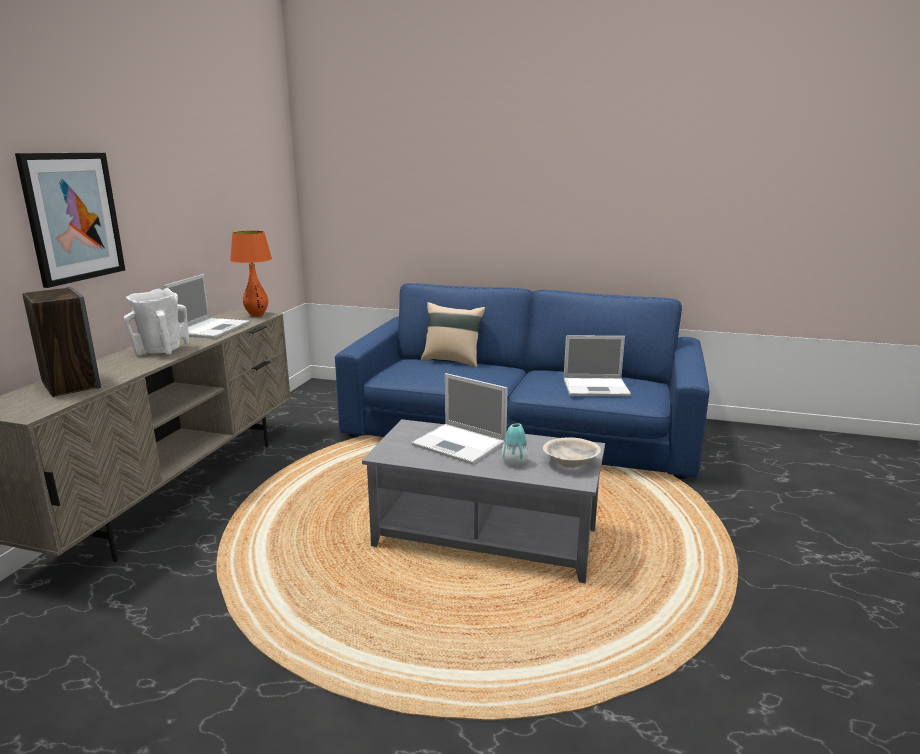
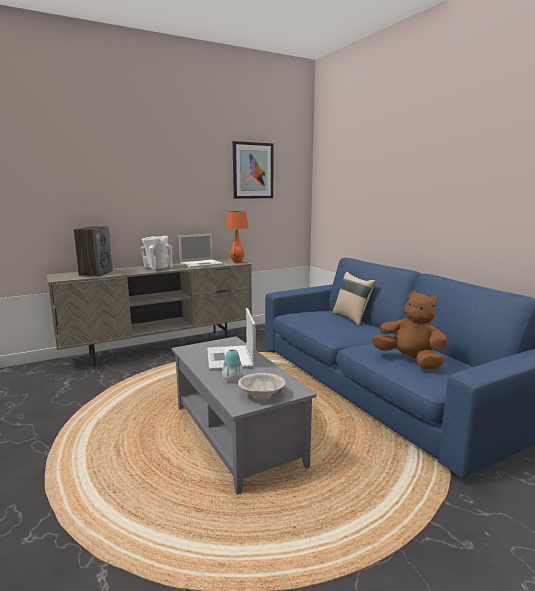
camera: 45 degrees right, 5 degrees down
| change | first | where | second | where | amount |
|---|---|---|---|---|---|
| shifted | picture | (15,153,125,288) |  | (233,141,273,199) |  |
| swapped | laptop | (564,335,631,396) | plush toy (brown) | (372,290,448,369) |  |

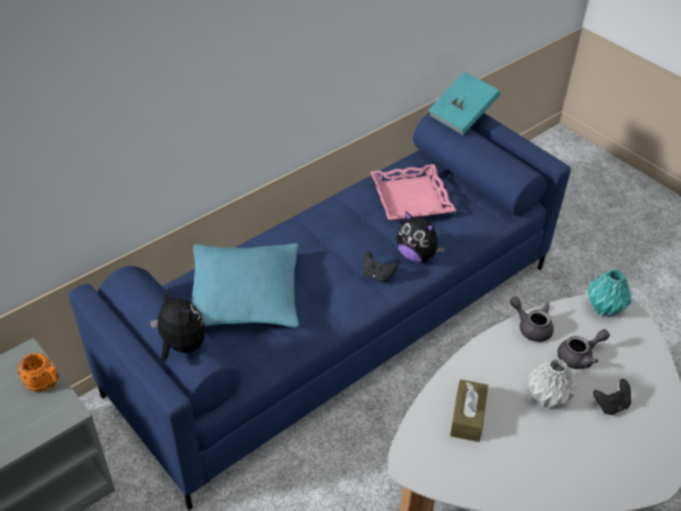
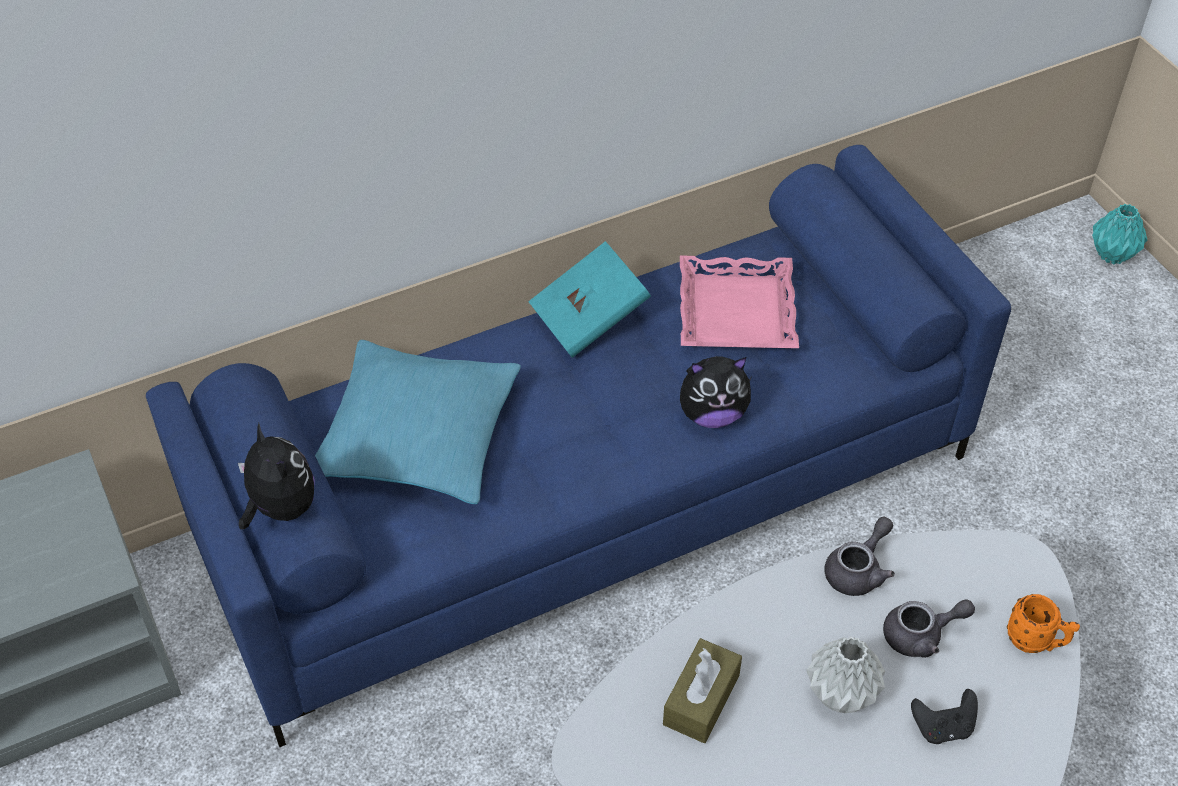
camera: 15 degrees right, 5 degrees up
| change | first | where | second | where | amount |
|---|---|---|---|---|---|
| shifted | mug (orange) | (19,353,58,392) |  | (1007,594,1080,653) |  |
| gone | game controller (black) | (363,251,398,283) |  |  |  |
| rotated | plush toy | (397,211,445,263) |  | (680,356,751,428) | 60 degrees counterclockwise |
| shifted | book (turquoise) | (428,71,500,135) |  | (528,241,651,358) |  |
| rotated | teapot (grey) | (510,296,554,342) |  | (824,516,895,596) | 75 degrees clockwise |
| shifted | vase (turquoise) | (588,270,632,317) |  | (1092,204,1147,265) |  |

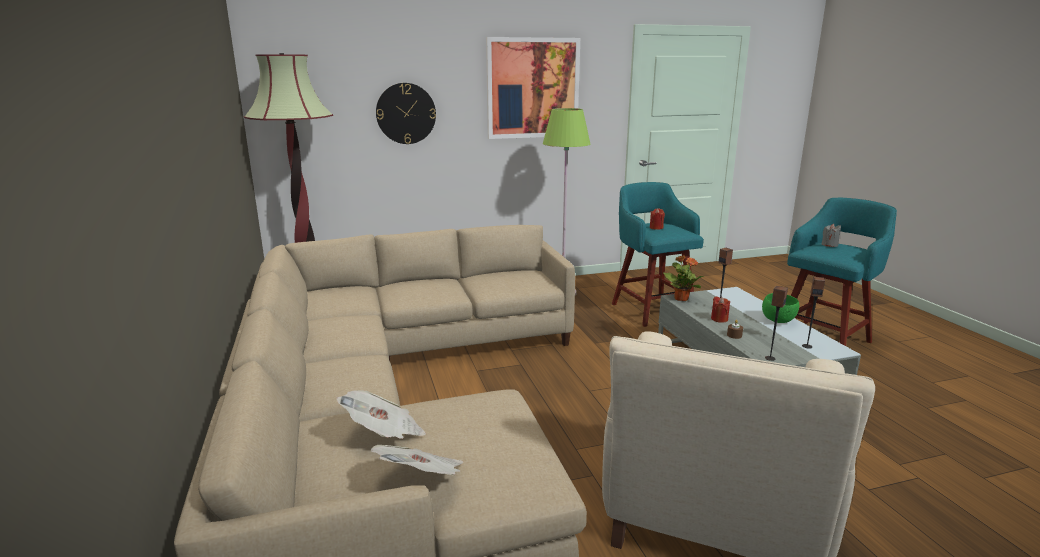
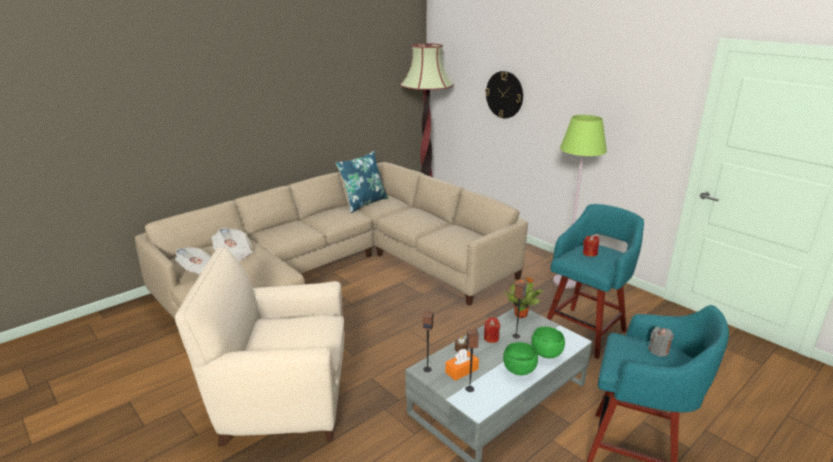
camera: 65 degrees right, 5 degrees up
| change | first | where | second | where | amount |
|---|---|---|---|---|---|
| gone | picture | (486,37,580,139) |  |  |  |
| new |  |  | pillow (blue) | (336,151,388,213) |  |
| new |  |  | tissue box (orange) | (445,349,479,381) |  |
| new |  |  | bowl (green) | (531,326,565,358) |  |

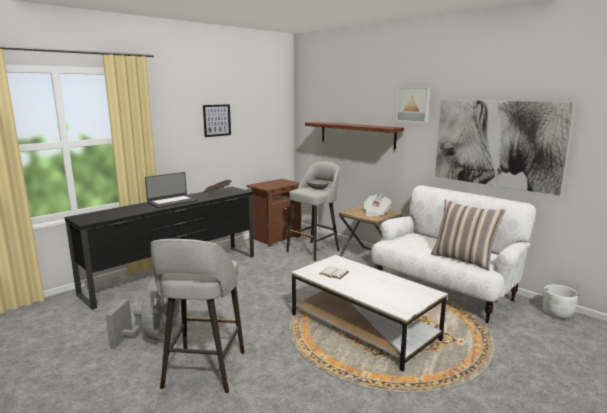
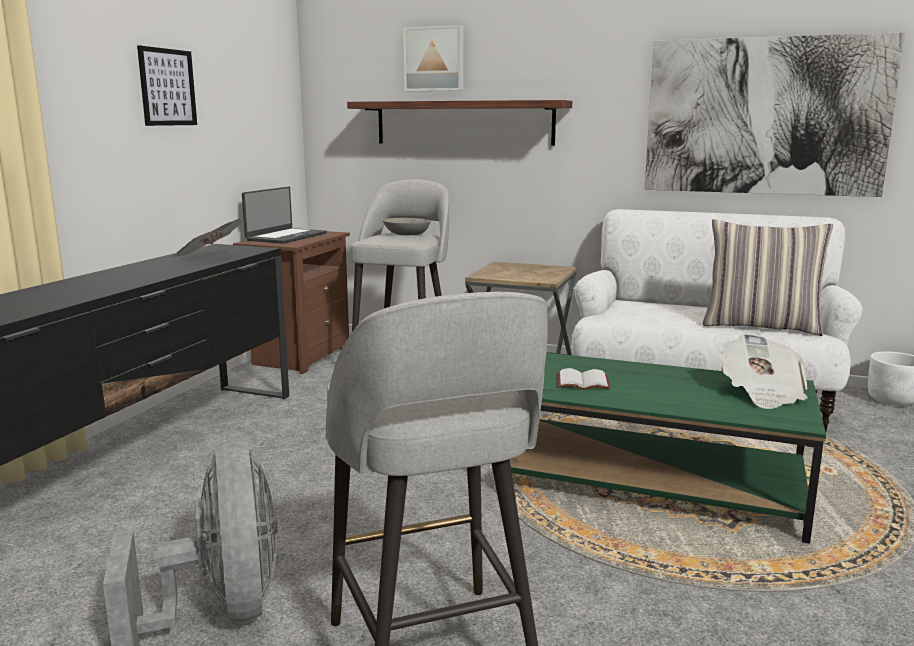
camera: 25 degrees left, 0 degrees up
| change | first | where | second | where | amount |
|---|---|---|---|---|---|
| shifted | laptop | (145,172,198,208) |  | (242,187,327,244) |  |
| repainted | coffee table (white) | (291,255,448,372) | coffee table (green) | (510,353,826,544) |  |
| shifted | newspaper | (363,194,391,217) |  | (720,333,807,409) |  |
| shifted | picture | (396,87,430,123) |  | (403,25,463,91) |  |

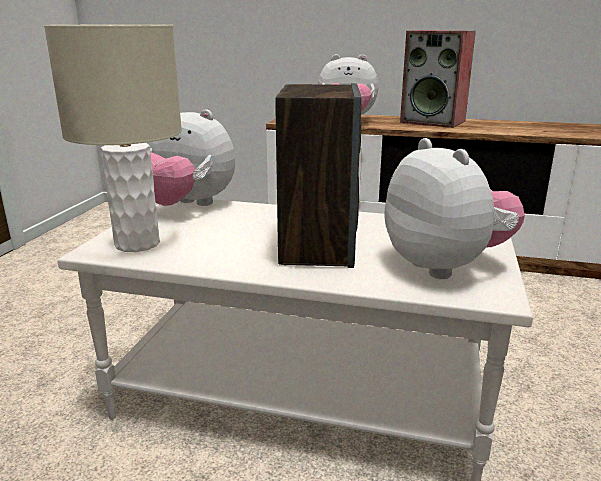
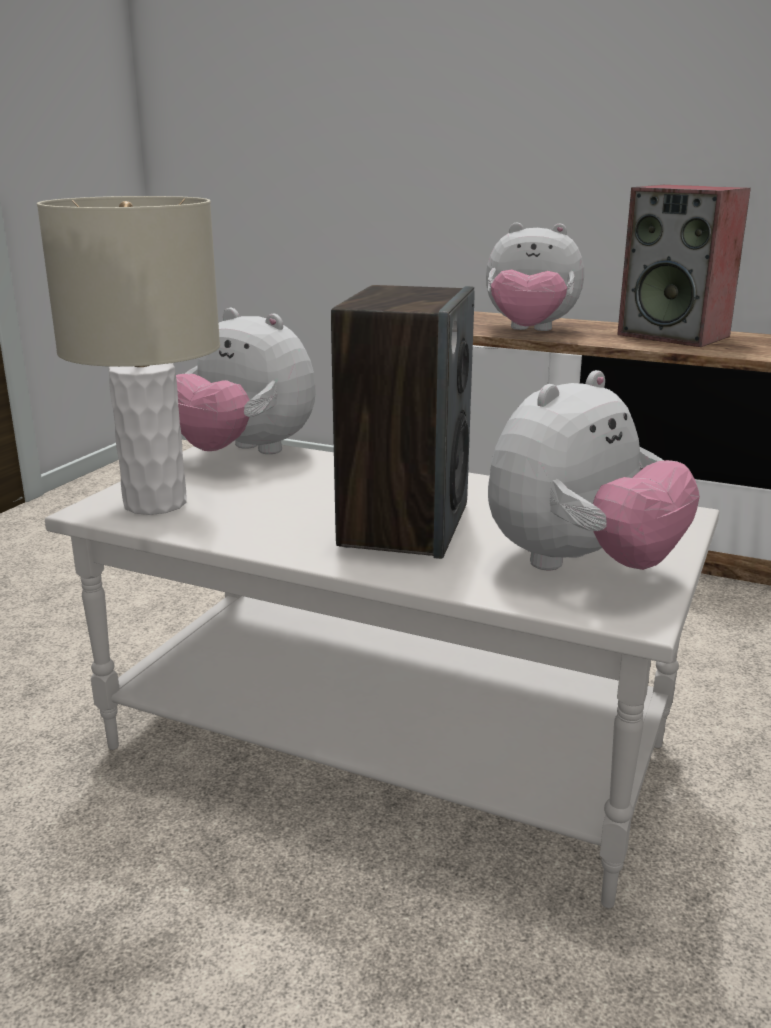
camera: 10 degrees right, 0 degrees up
| change | first | where | second | where | amount |
|---|---|---|---|---|---|
| rotated | plush toy | (384,138,525,279) |  | (488,370,700,570) | 60 degrees clockwise |

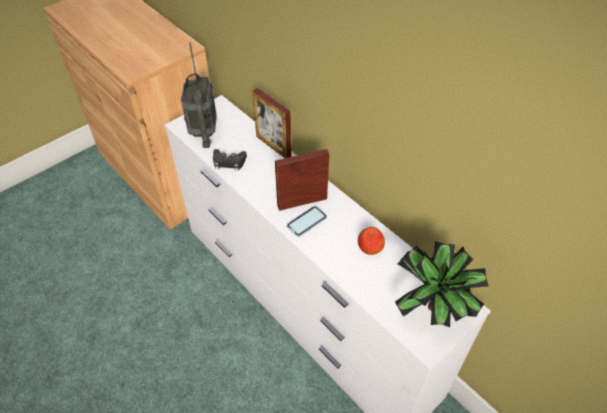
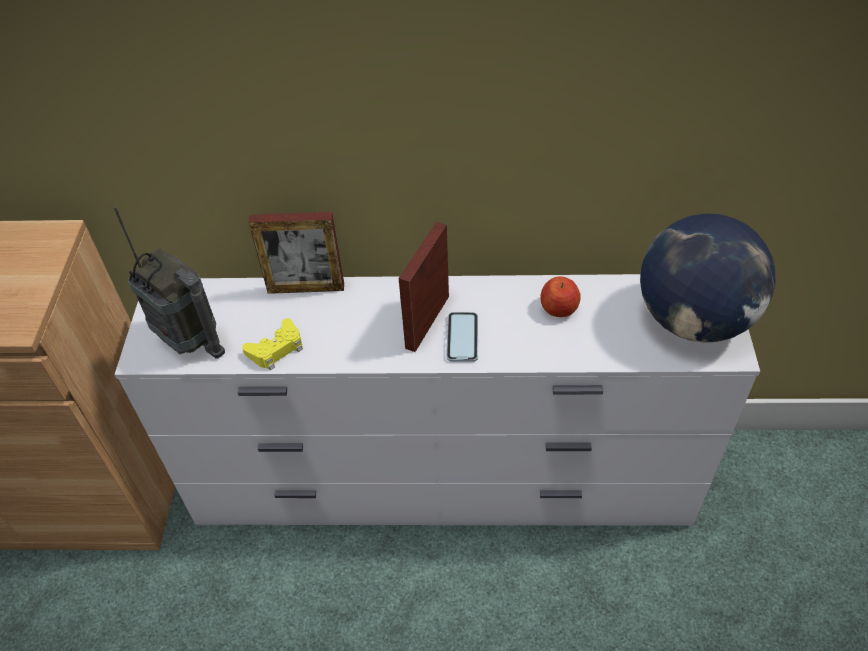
camera: 45 degrees left, 0 degrees up
| change | first | where | second | where | amount |
|---|---|---|---|---|---|
| repainted | game controller (black) | (213,149,247,171) | game controller (yellow) | (242,318,303,370) |  |
| swapped | potted plant | (395,241,489,327) | globe | (640,213,775,342) |  |

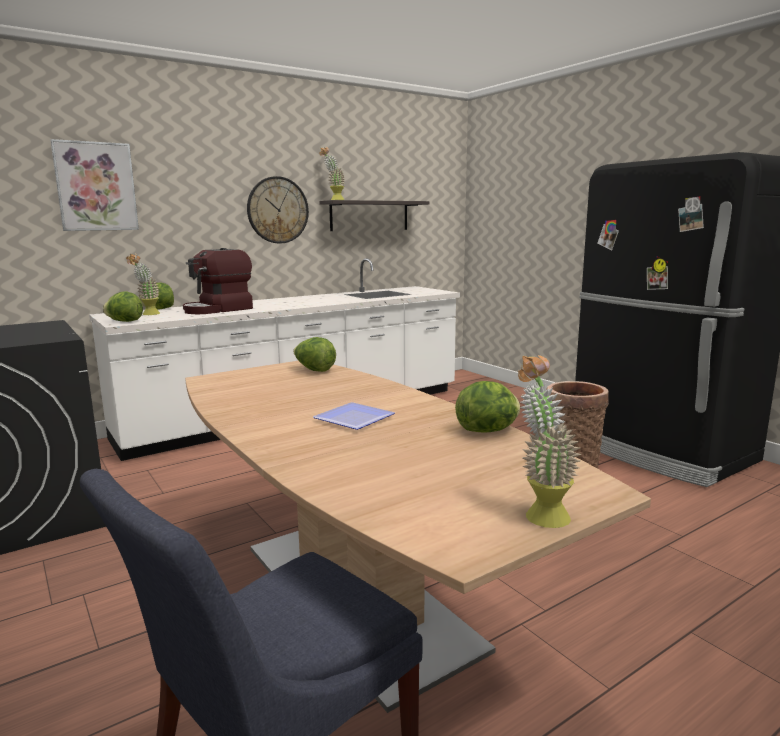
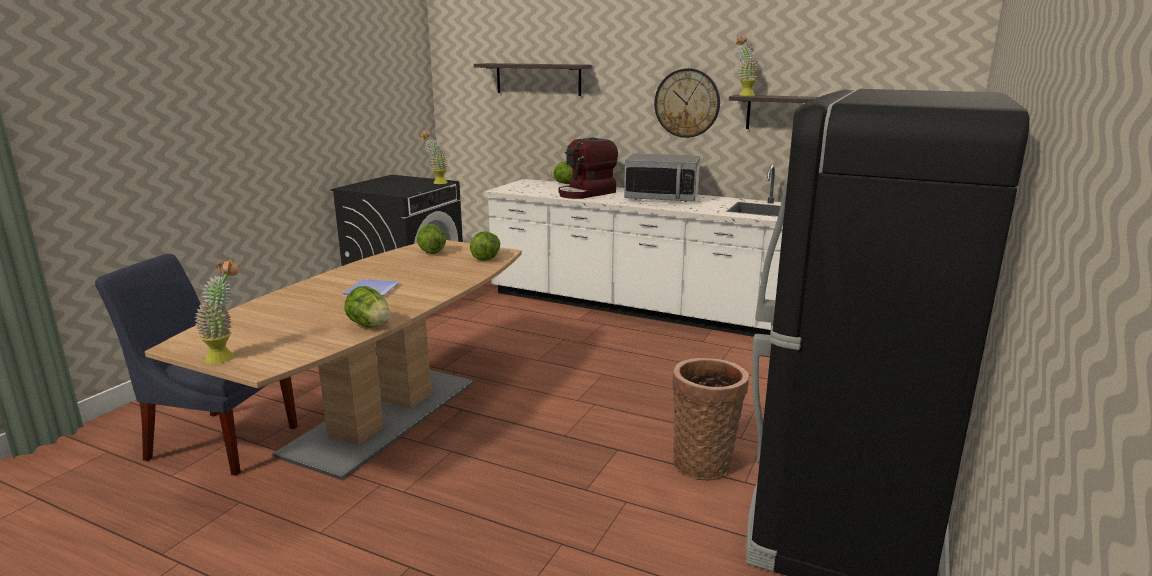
camera: 60 degrees right, 5 degrees up
| change | first | where | second | where | amount |
|---|---|---|---|---|---|
| swapped | picture | (50,139,139,231) | shelf | (474,63,592,96) |  |
| shifted | lettuce | (103,291,143,322) |  | (417,224,446,254) |  |
| shifted | potted plant | (126,254,160,315) |  | (420,131,448,184) |  |
| rotated | coffee machine | (183,248,253,314) |  | (558,137,618,199) | 60 degrees counterclockwise |
| new |  |  | microwave | (624,153,700,202) |  |

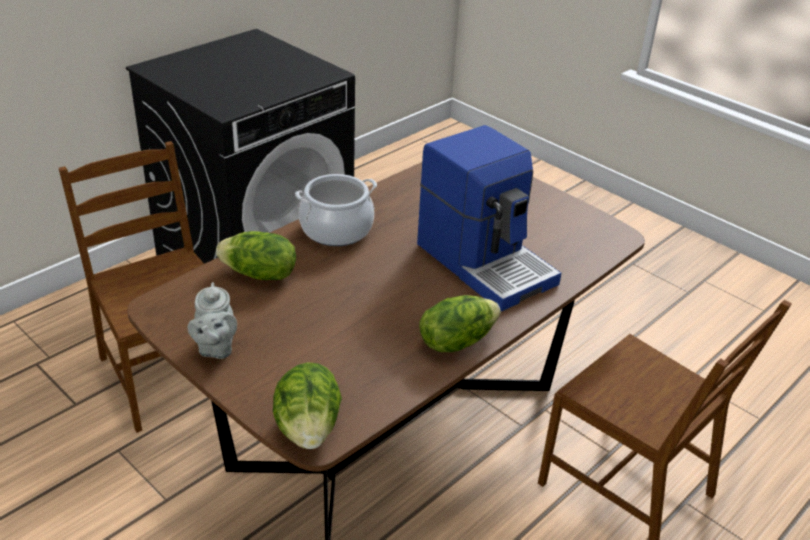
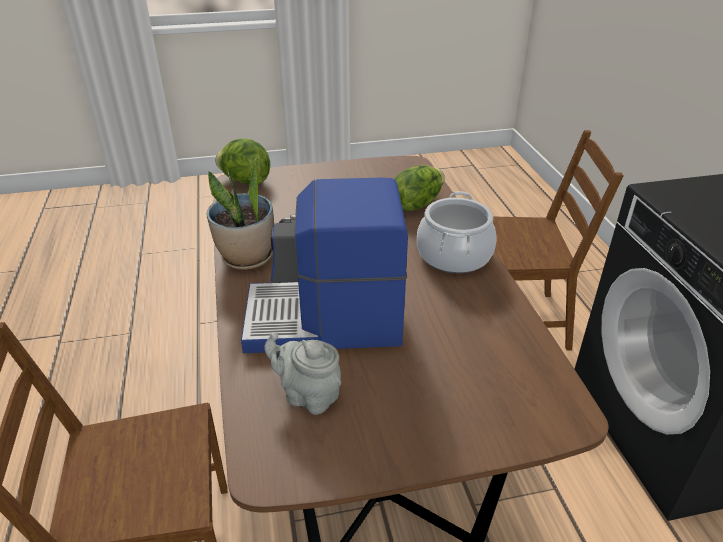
camera: 125 degrees right, 0 degrees up
| change | first | where | second | where | amount |
|---|---|---|---|---|---|
| shifted | teapot (grey) | (188,282,237,359) |  | (264,333,341,415) |  |
| swapped | lettuce | (419,295,500,352) | potted plant | (206,157,274,270) |  |

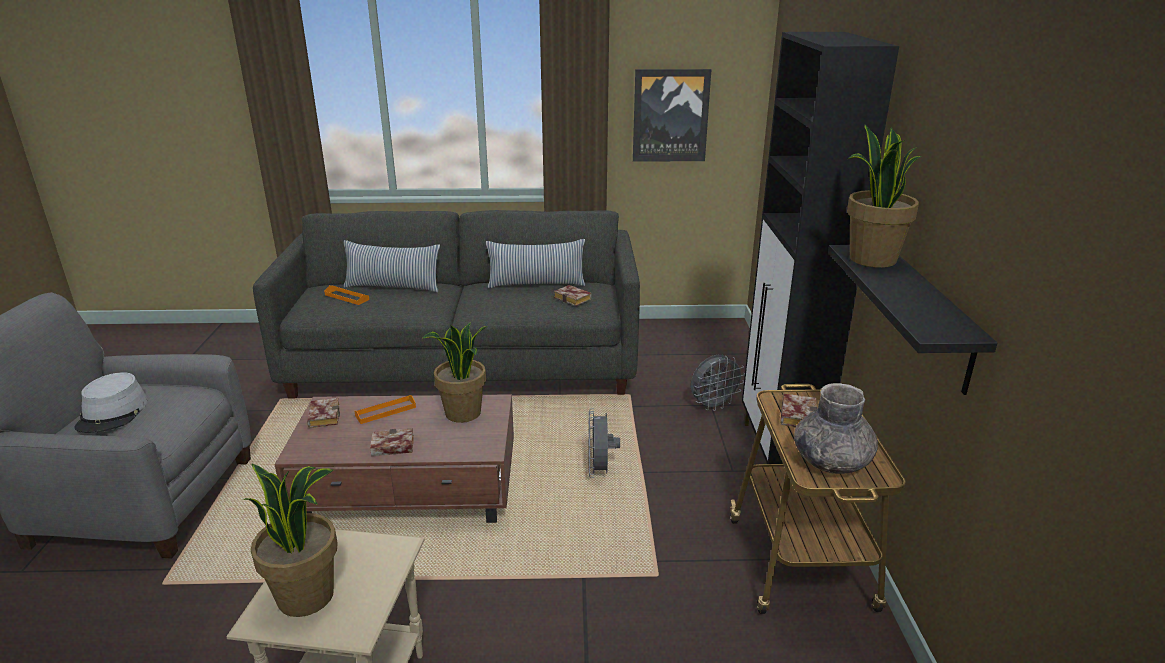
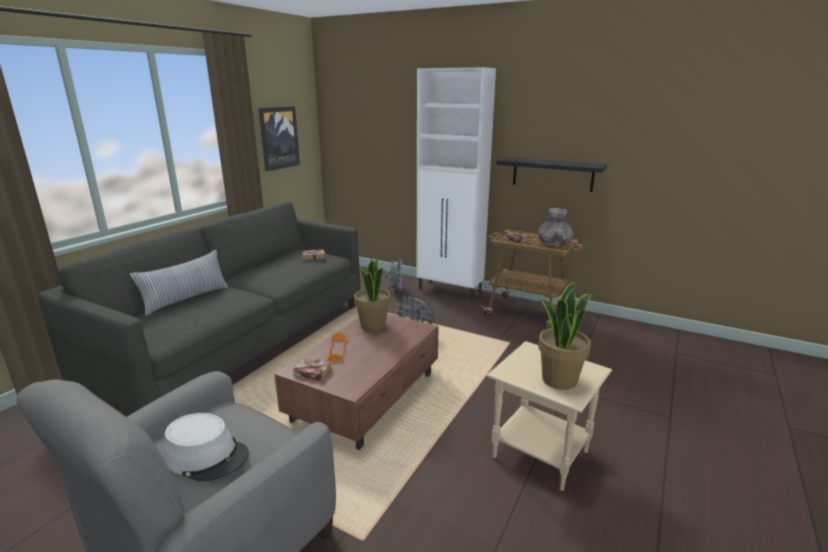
camera: 60 degrees left, 5 degrees down
| change | first | where | second | where | amount |
|---|---|---|---|---|---|
| gone | tray (orange) | (324,285,369,305) |  |  |  |
| gone | book | (370,428,414,456) |  |  |  |
| gone | pillow | (486,239,585,288) |  |  |  |
| repainted | cabinet (black) | (742,32,899,488) | cabinet (white) | (417,67,496,301) |  |
| gone | potted plant | (847,125,922,268) |  |  |  |

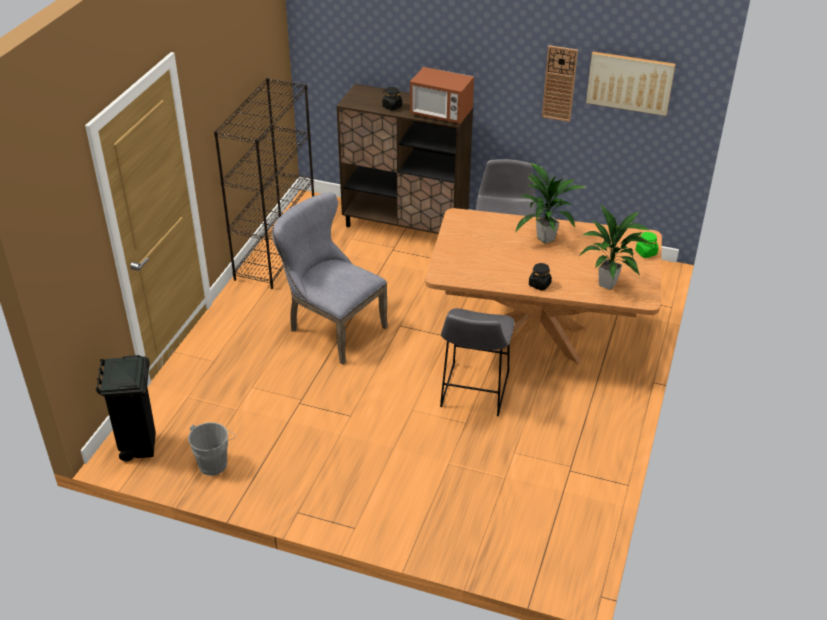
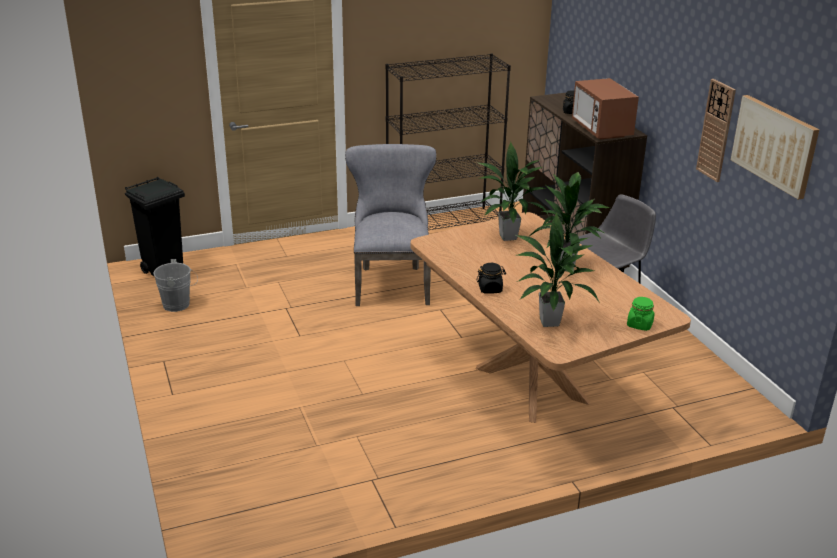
camera: 50 degrees right, 10 degrees down
| change | first | where | second | where | amount |
|---|---|---|---|---|---|
| gone | stool (grey) | (440,308,515,416) |  |  |  |
| new |  |  | potted plant | (476,142,549,241) |  |

